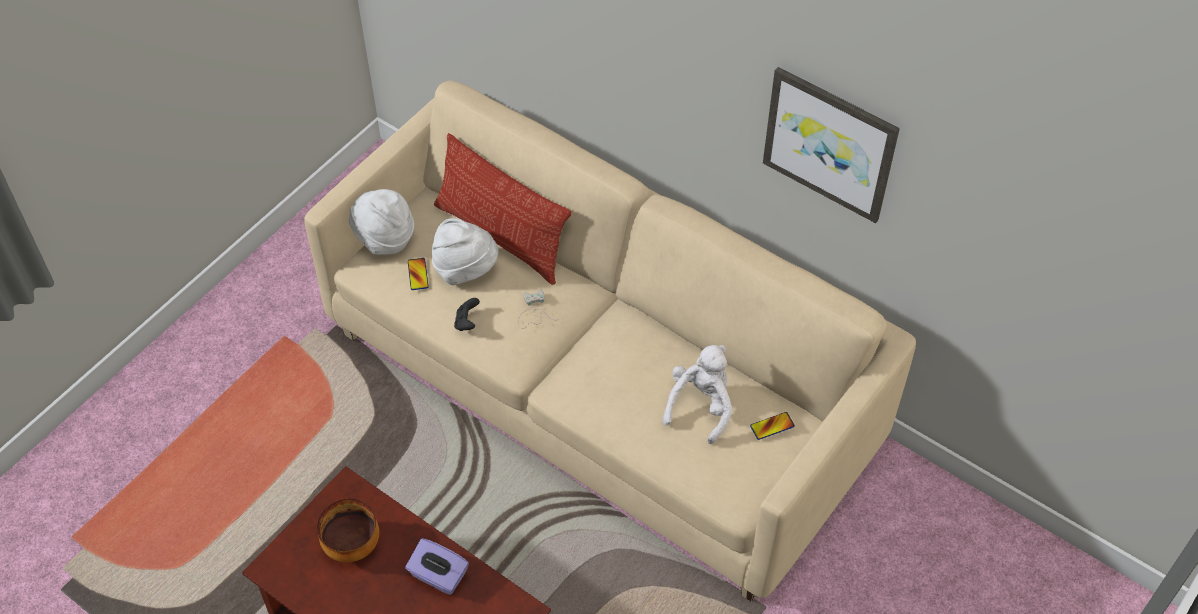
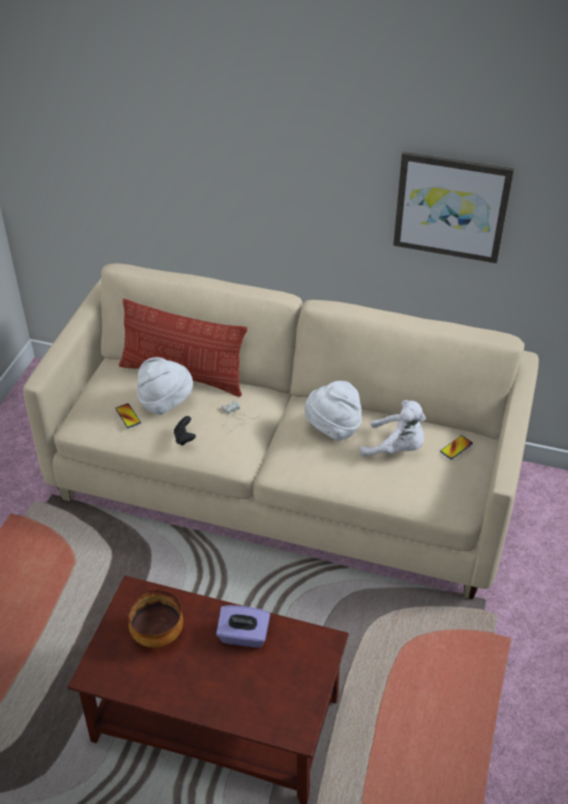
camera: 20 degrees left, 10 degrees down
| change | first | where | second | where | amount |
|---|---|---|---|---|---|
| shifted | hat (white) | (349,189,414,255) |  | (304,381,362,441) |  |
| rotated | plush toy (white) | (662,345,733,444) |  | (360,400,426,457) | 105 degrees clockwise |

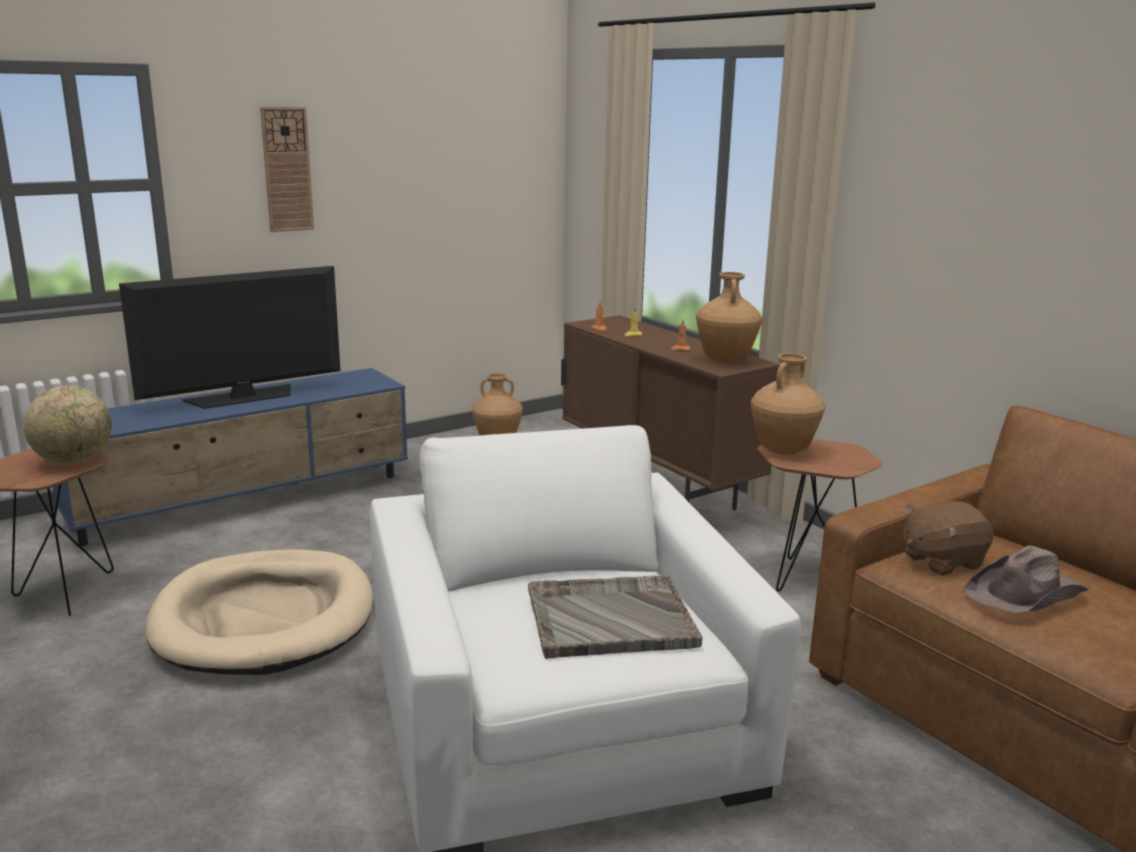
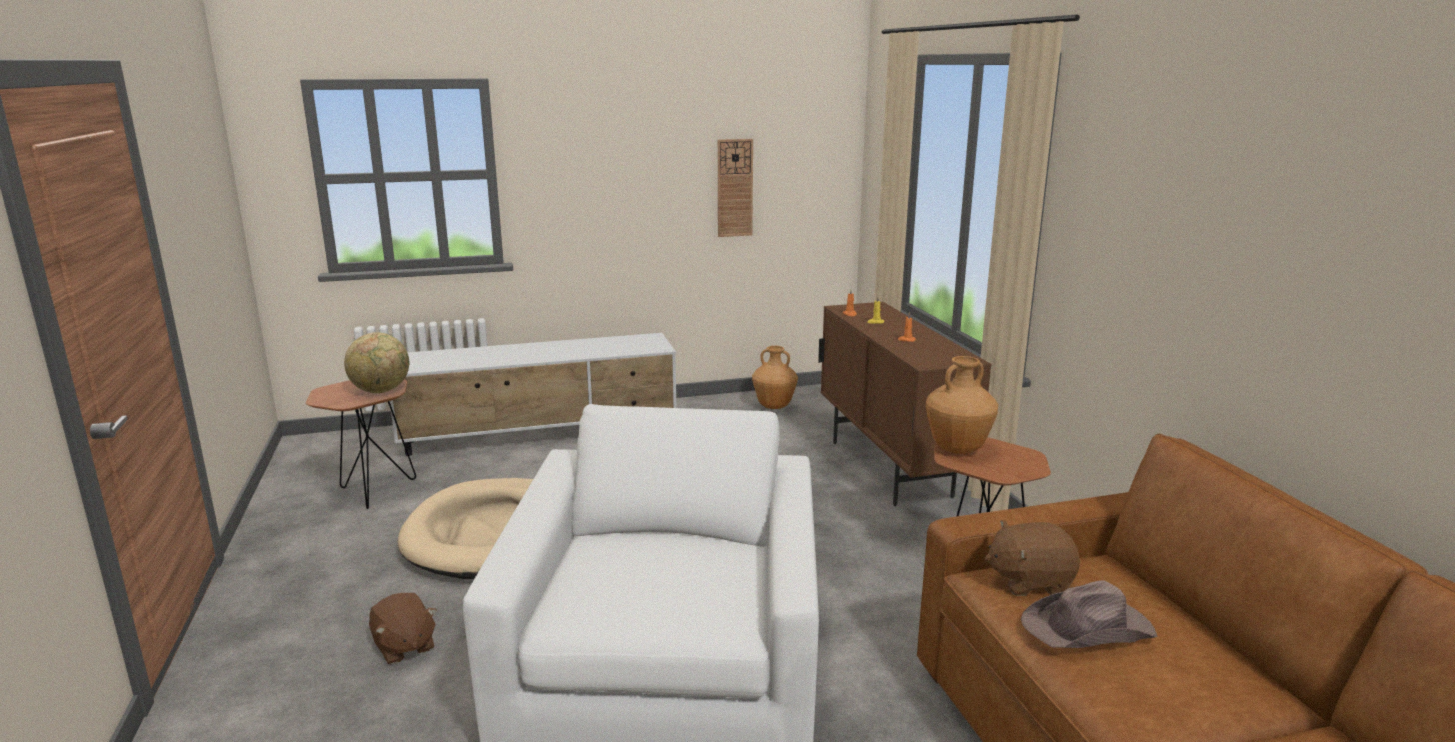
camera: 20 degrees right, 0 degrees up
| change | first | where | second | where | amount |
|---|---|---|---|---|---|
| repainted | tv stand (blue) | (53,368,408,547) | tv stand (white) | (390,333,677,456) |  |
| gone | television | (119,266,340,409) |  |  |  |
| shifted | wall clock | (260,107,314,232) |  | (718,139,753,237) |  |
| gone | tray (grey) | (528,575,702,659) |  |  |  |
| gone | vase (brown) | (696,272,762,363) |  |  |  |
| new |  |  | plush toy (brown) | (369,593,436,664) |  |

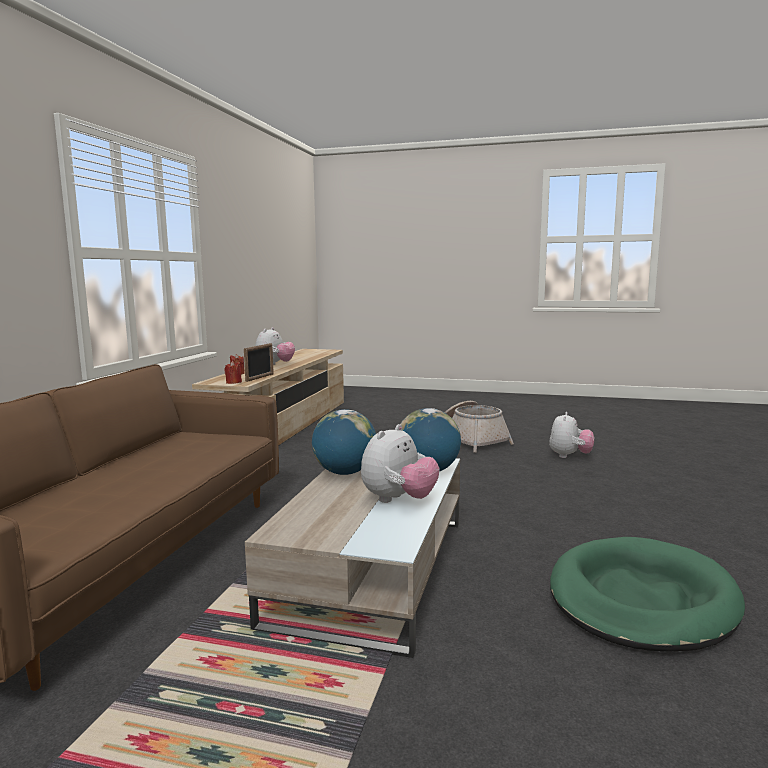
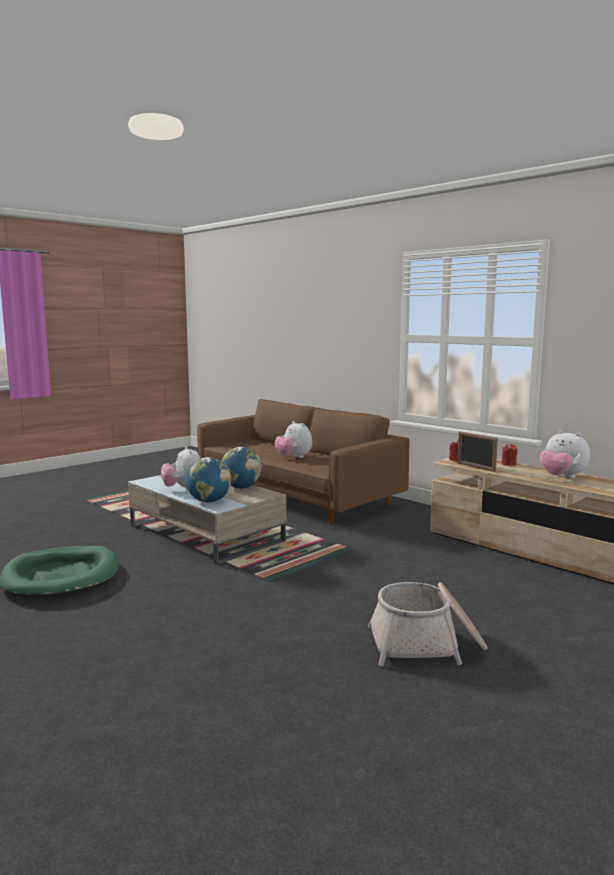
camera: 120 degrees right, 0 degrees up
| change | first | where | second | where | amount |
|---|---|---|---|---|---|
| shifted | plush toy | (549,412,594,458) |  | (275,421,312,458) |  |

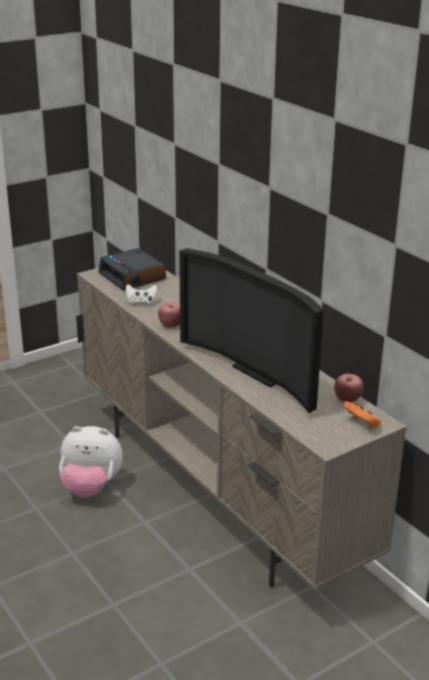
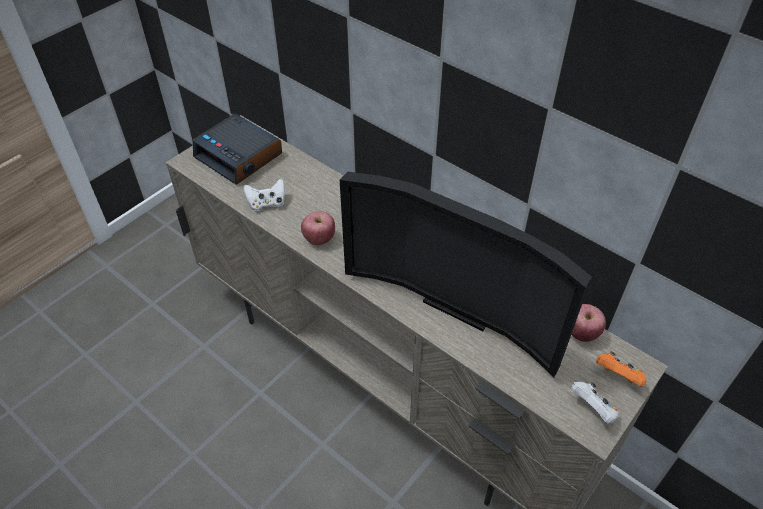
camera: 15 degrees left, 20 degrees up
| change | first | where | second | where | amount |
|---|---|---|---|---|---|
| gone | plush toy | (59,426,123,498) |  |  |  |
| new |  |  | game controller (white) | (570,382,618,424) |  |

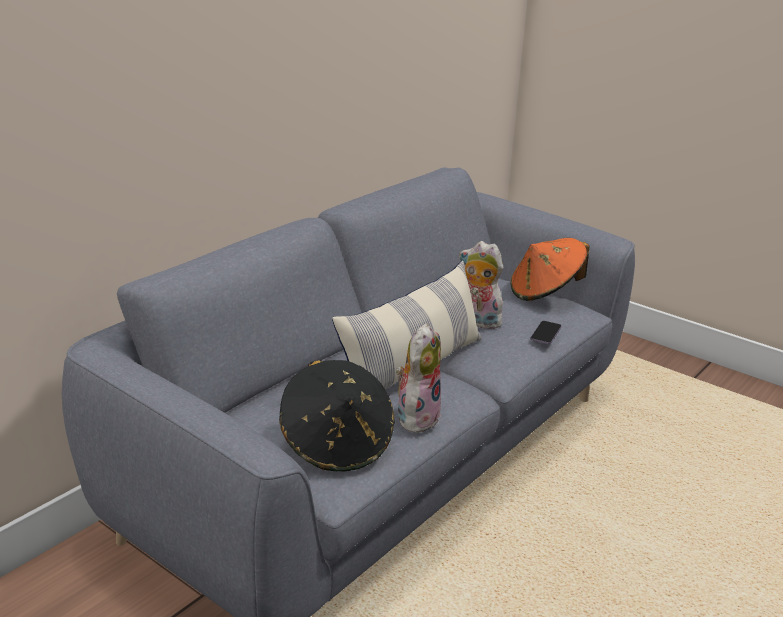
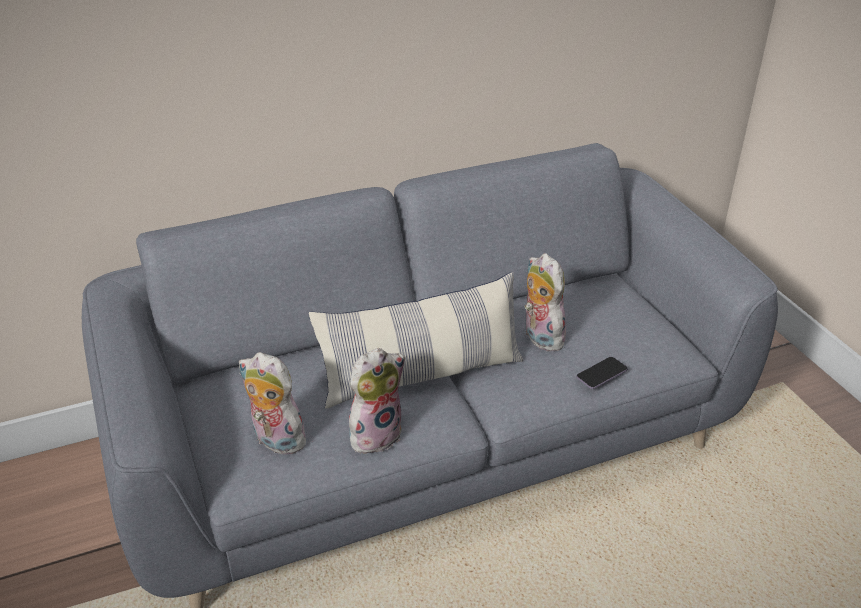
camera: 30 degrees right, 10 degrees up
| change | first | where | second | where | amount |
|---|---|---|---|---|---|
| swapped | hat (black) | (279,360,395,472) | plush toy | (239,352,308,455) |  |
| gone | hat (orange) | (511,238,589,301) |  |  |  |

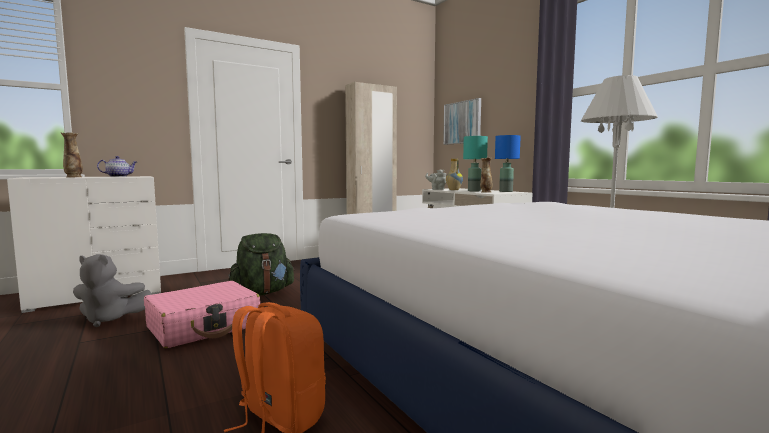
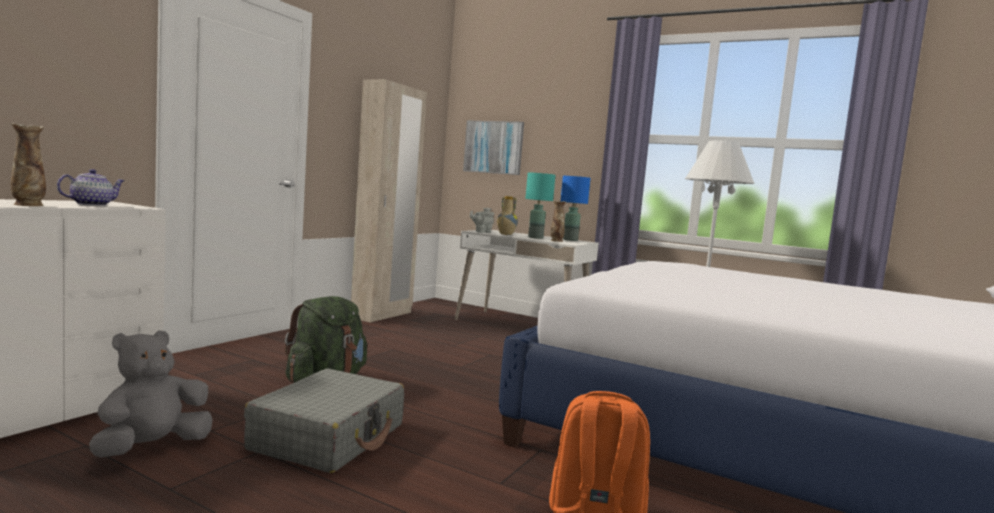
camera: 30 degrees left, 0 degrees up
| change | first | where | second | where | amount |
|---|---|---|---|---|---|
| rotated | plush toy (grey) | (73,254,152,327) |  | (89,330,213,458) | 150 degrees clockwise |
| repainted | suitcase (pink) | (144,281,260,348) | suitcase (grey) | (244,368,404,473) |  |

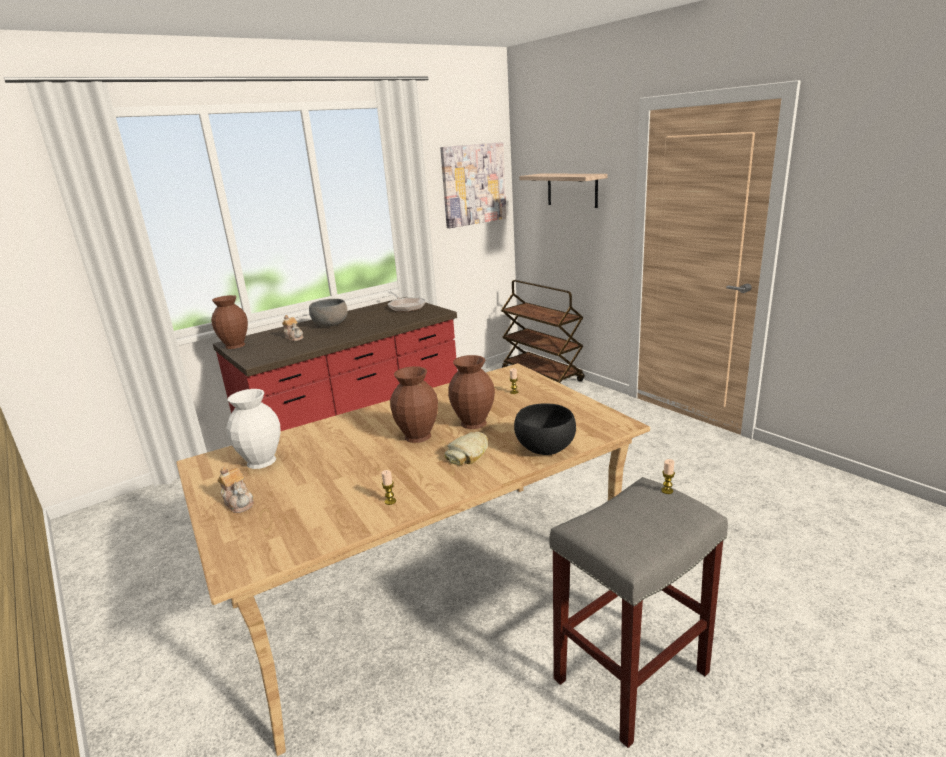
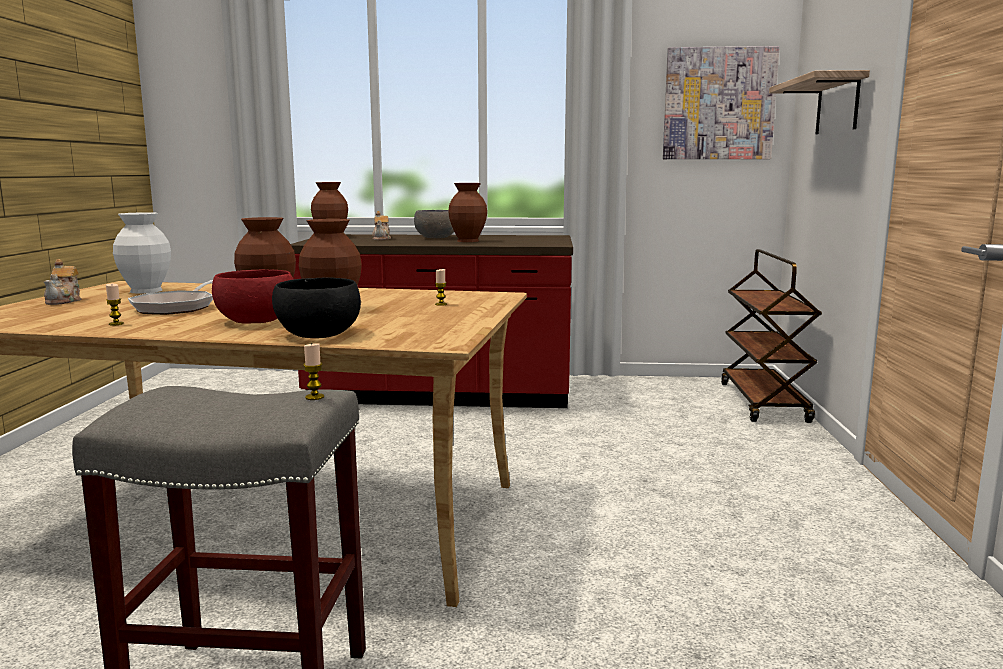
camera: 40 degrees right, 10 degrees down
| change | first | where | second | where | amount |
|---|---|---|---|---|---|
| shifted | frying pan | (387,291,426,312) |  | (128,280,213,315) |  |
| swapped | bread | (445,432,488,465) | bowl (red) | (212,270,294,324) |  |
| new |  |  | vase (brown) | (448,183,487,242) |  |

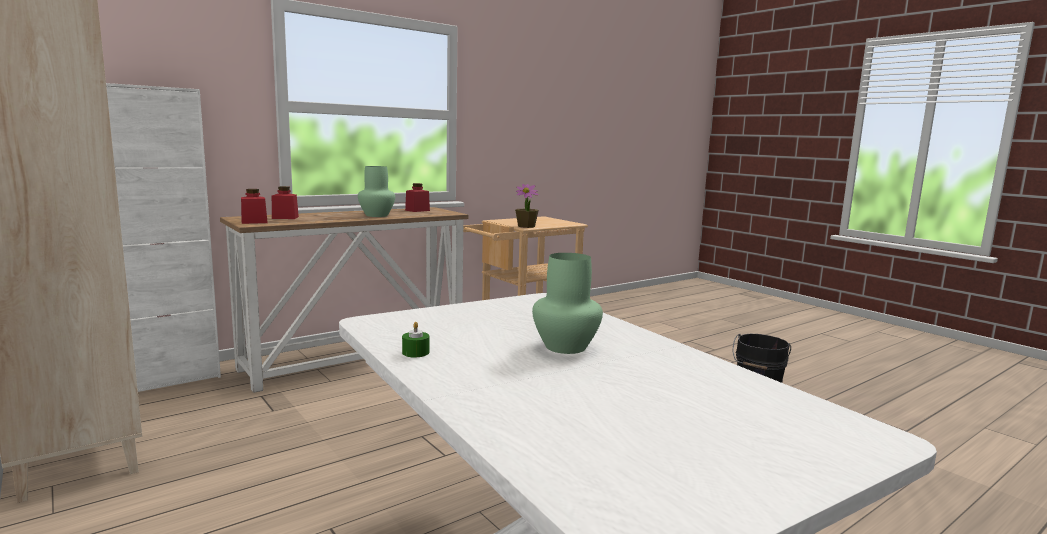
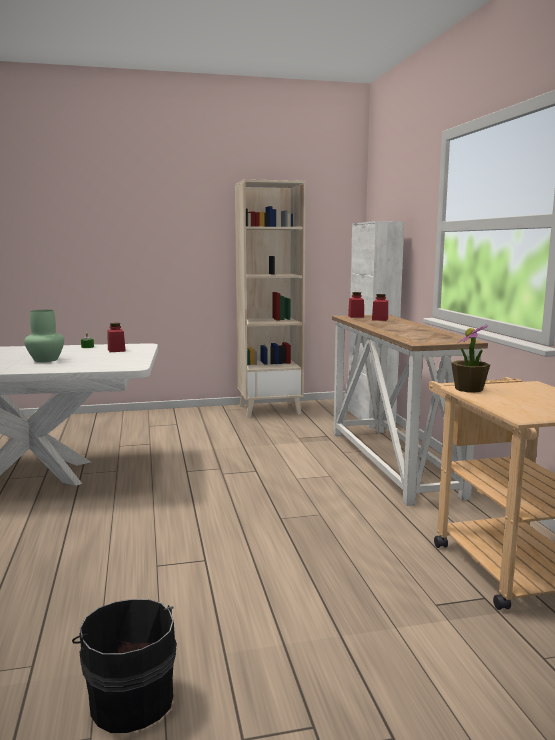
camera: 115 degrees right, 0 degrees up
| change | first | where | second | where | amount |
|---|---|---|---|---|---|
| gone | vase (green) | (358,166,395,217) |  |  |  |
| shifted | jar (red) | (405,183,430,212) |  | (107,323,126,352) |  |

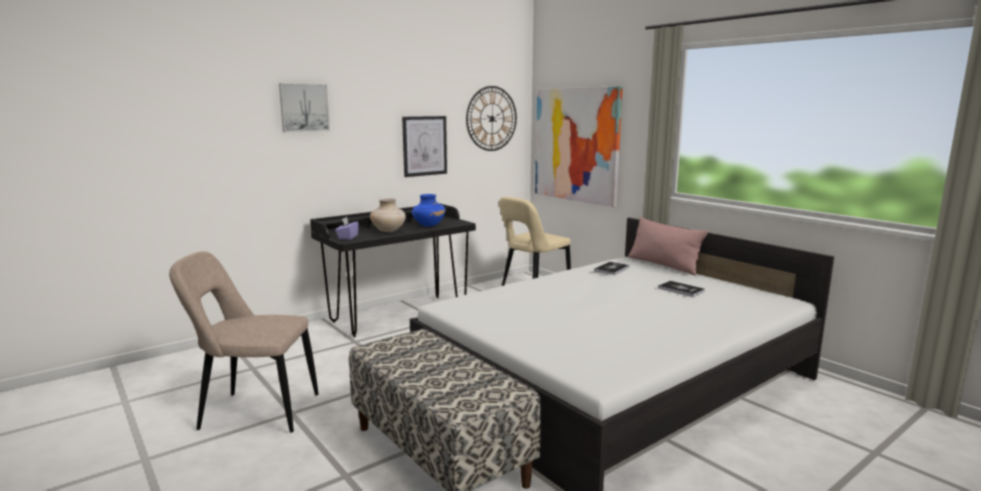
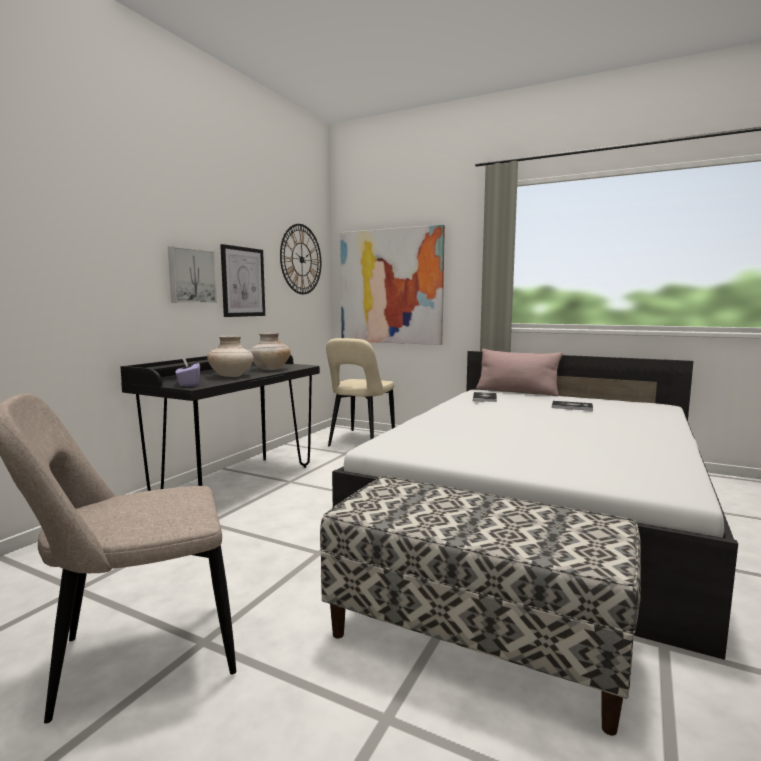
camera: 25 degrees left, 5 degrees down
| change | first | where | second | where | amount |
|---|---|---|---|---|---|
| shifted | picture | (279,83,330,132) |  | (168,246,217,303) |  |
| repainted | vase (blue) | (412,194,446,226) | vase (beige) | (250,333,291,370) |  |

